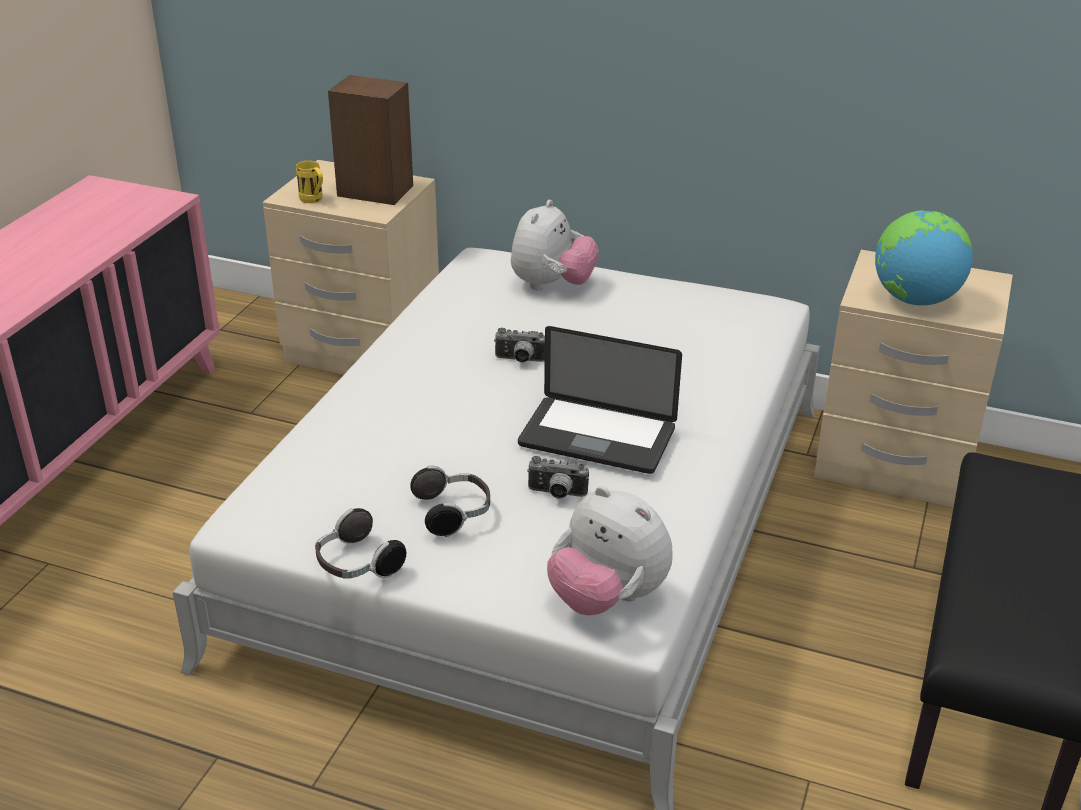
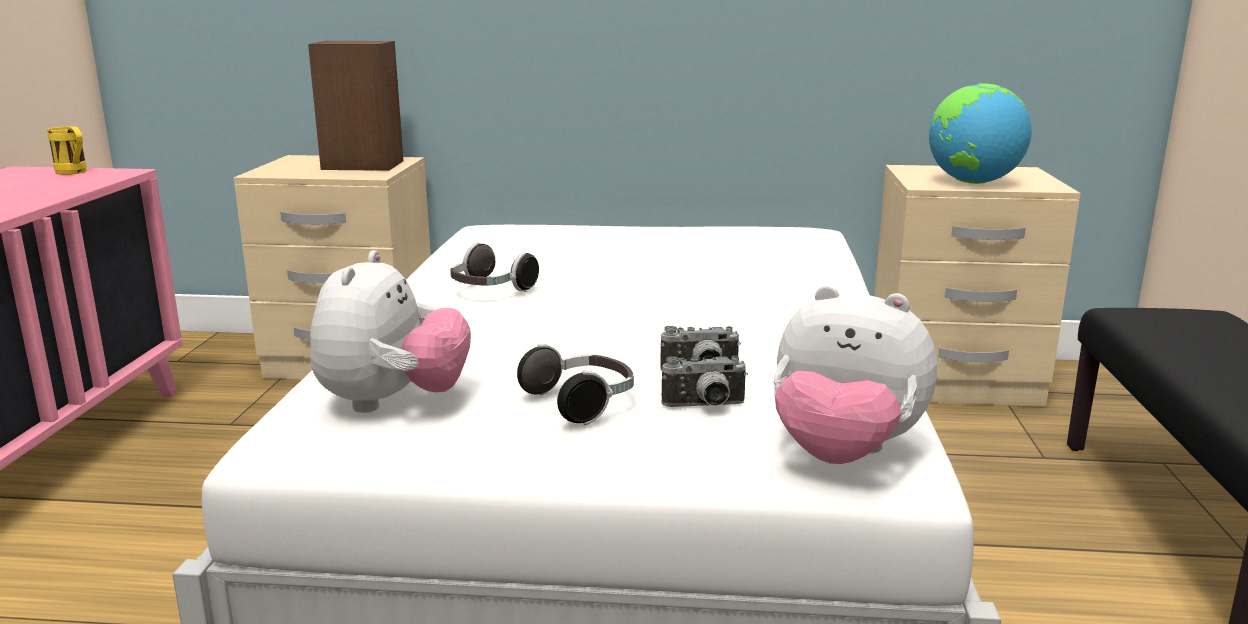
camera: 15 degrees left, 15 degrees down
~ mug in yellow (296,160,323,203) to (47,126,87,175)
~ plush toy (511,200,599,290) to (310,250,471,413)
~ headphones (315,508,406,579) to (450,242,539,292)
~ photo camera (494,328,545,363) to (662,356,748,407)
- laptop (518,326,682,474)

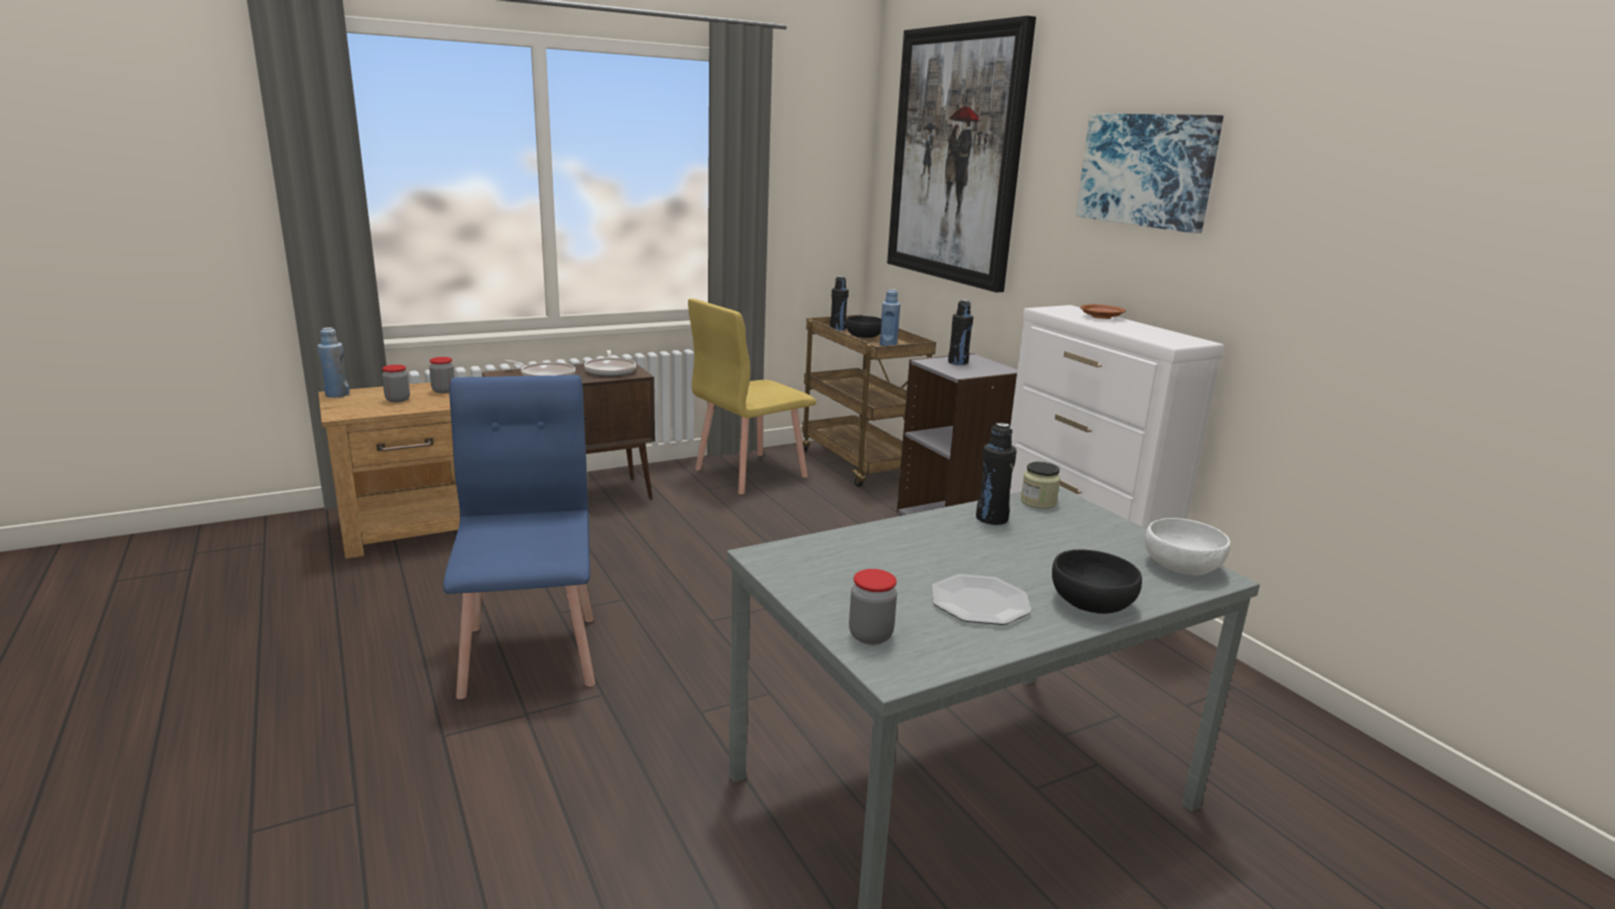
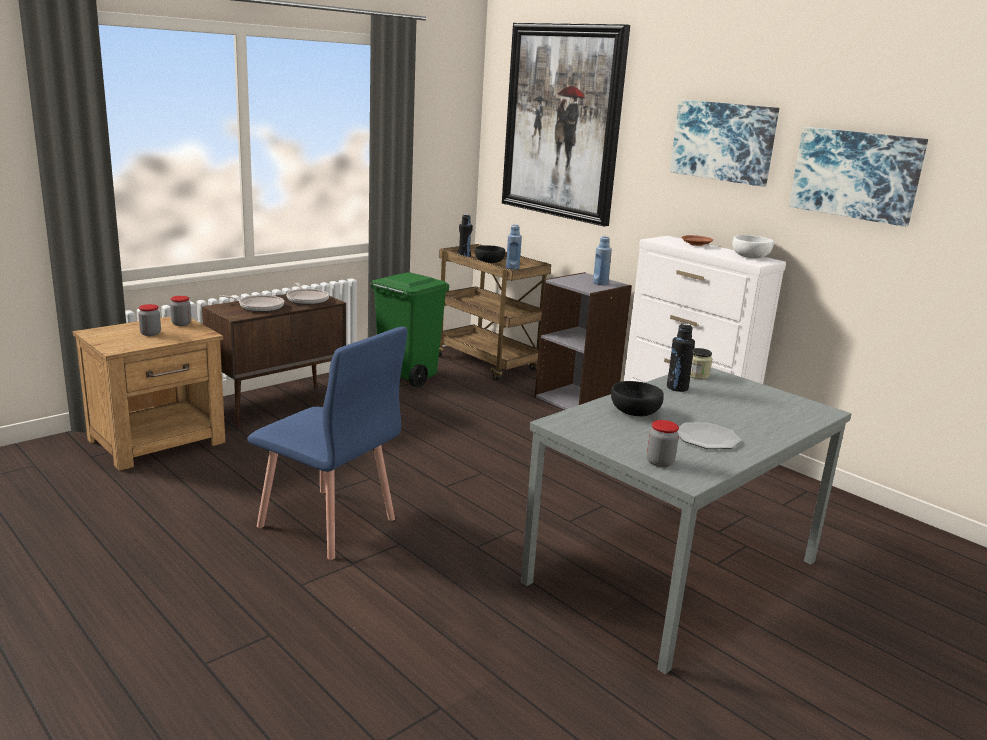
camera: 15 degrees left, 0 degrees up
~ chair in blue (443,375,595,699) = (247,327,408,560) 150 degrees clockwise
~ chair in yellow (688,298,816,494) to trash can in green (370,272,449,388)
~ bottle in blue (318,327,350,398) to (593,236,612,285)
~ bowl in black (1052,549,1142,614) to (611,381,664,416)
~ bowl in white (1145,518,1230,575) to (732,235,774,258)
+ picture (789,127,928,227)
- bottle in black (948,300,973,365)

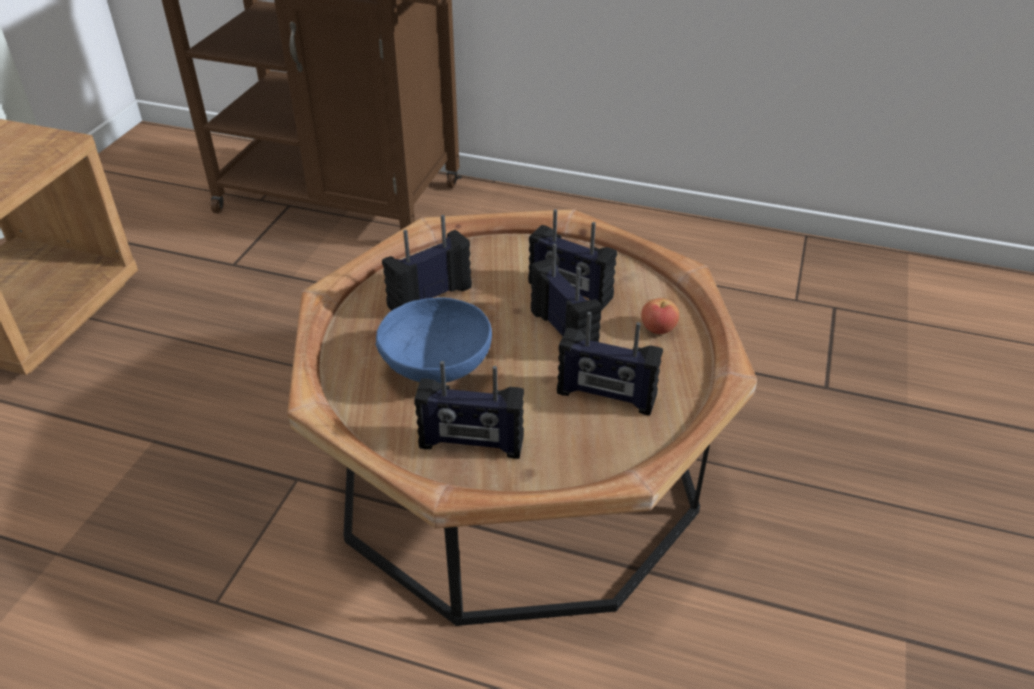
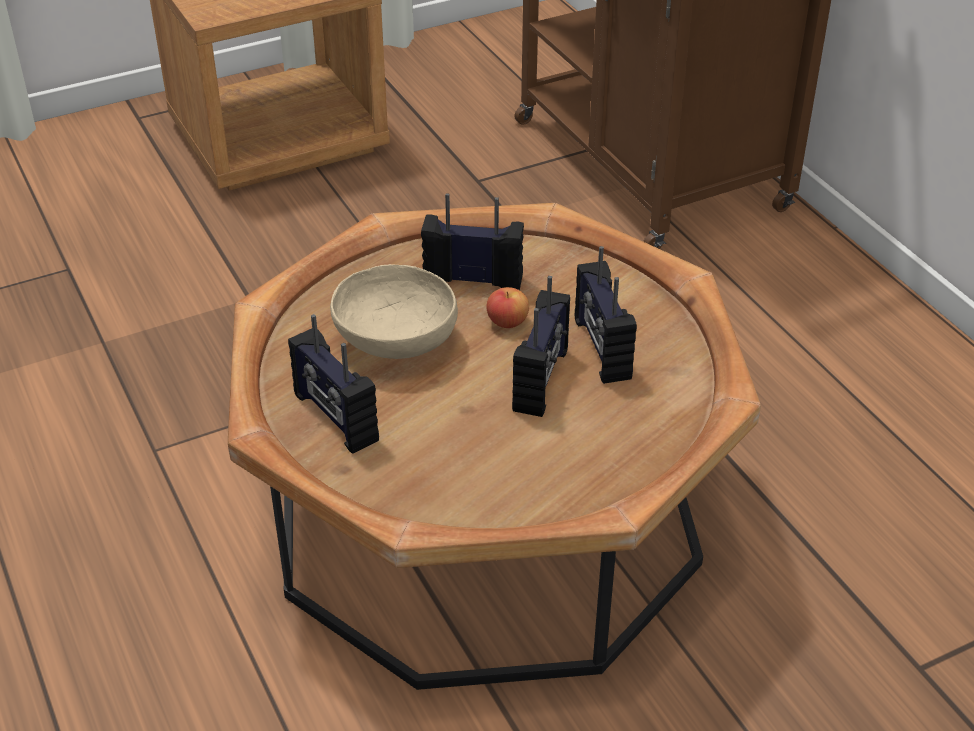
camera: 45 degrees right, 0 degrees up
~ bowl in blue (376,298,492,383) to bowl in beige (330,264,458,359)
~ apple (641,298,679,334) to (487,287,529,328)
- radio (557,312,663,415)

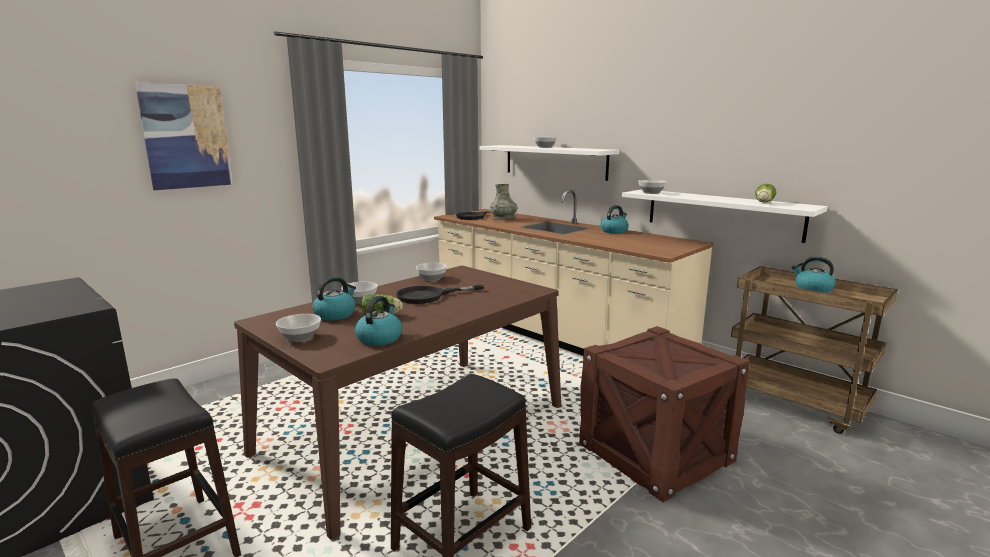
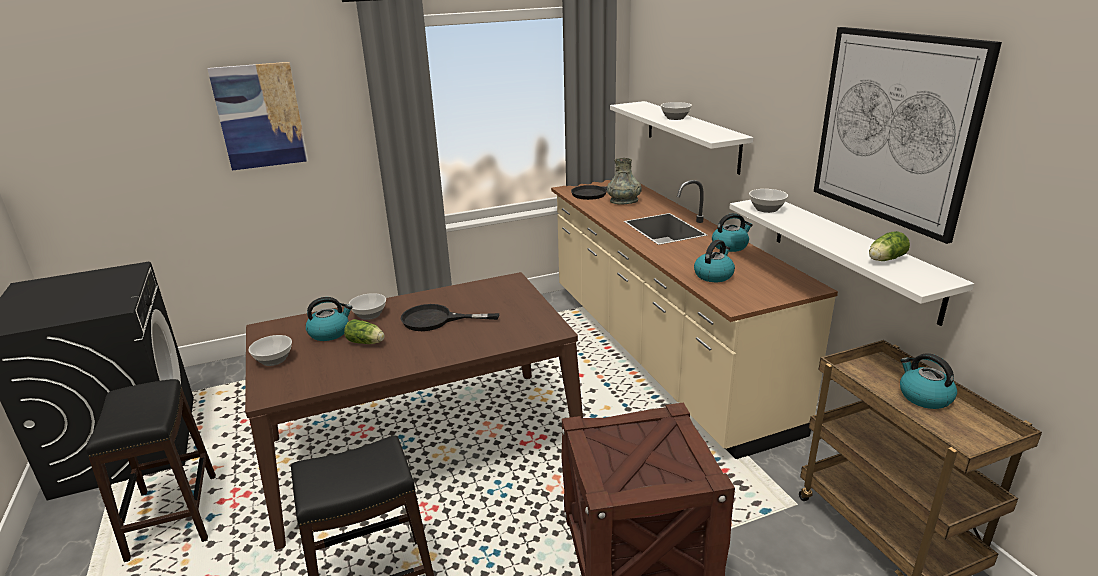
camera: 25 degrees right, 10 degrees up
~ kettle (355,296,402,346) to (694,240,735,282)
+ picture (814,27,1002,244)
- bowl (416,263,447,281)

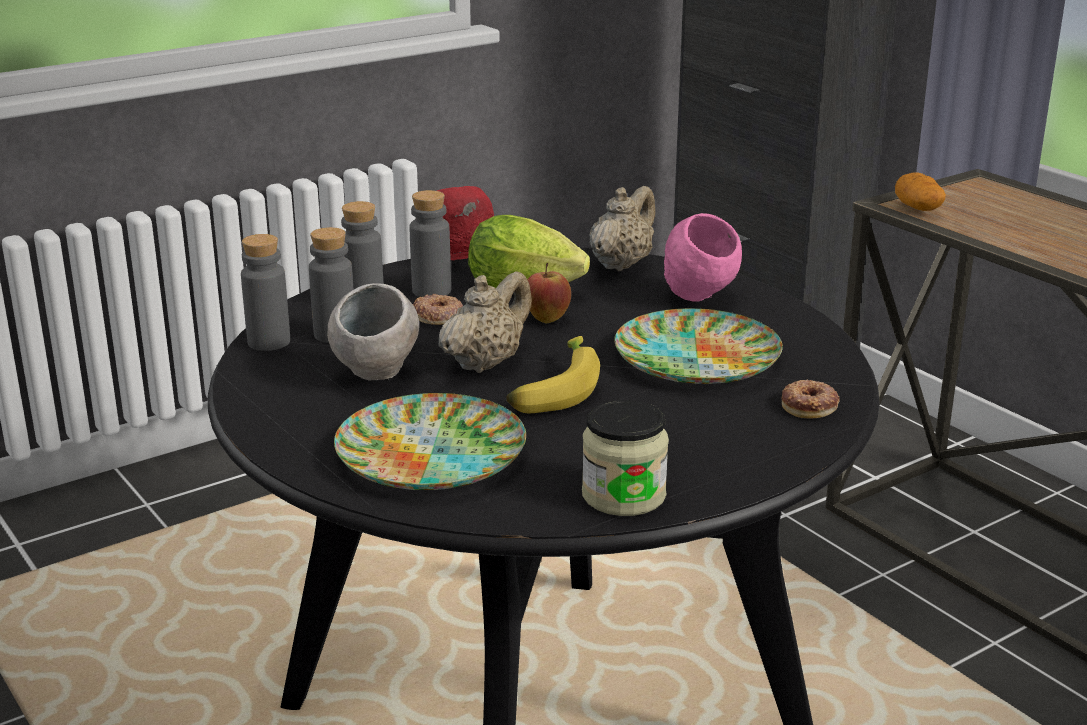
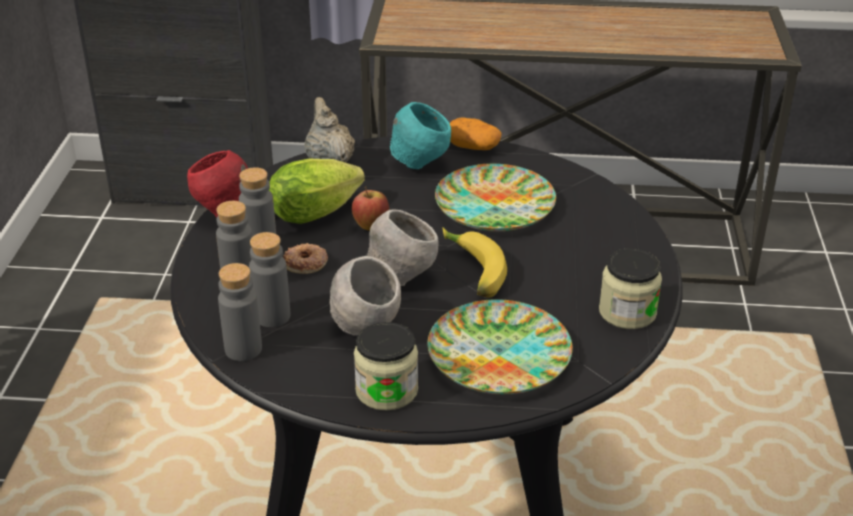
camera: 50 degrees left, 10 degrees up
+ jar (354,322,418,411)
~ teapot in beige (439,271,532,373) to bowl in grey (367,209,439,286)
~ bowl in pink (664,213,742,302) to bowl in turquoise (390,102,451,169)
~ potato (895,172,946,211) to (450,118,502,150)
- donut (782,380,840,418)

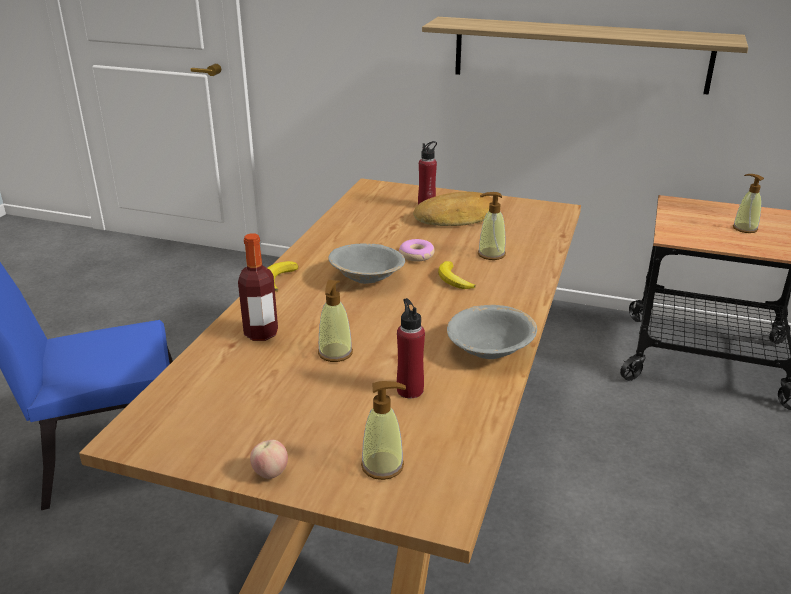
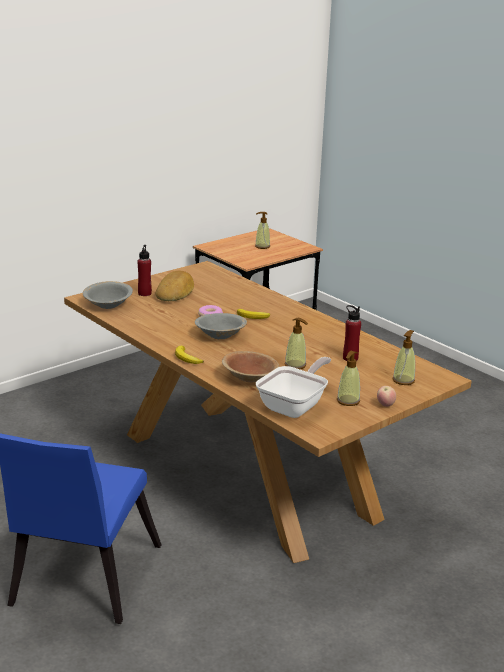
camera: 60 degrees left, 5 degrees down
~ bowl in grey (447,305,537,359) to (83,281,133,309)
~ bottle (238,233,278,341) to bowl in brown (222,351,279,382)
+ frying pan (256,357,331,418)
~ soap dispenser (478,192,506,260) to (337,351,360,406)
- shelf (422,17,748,95)

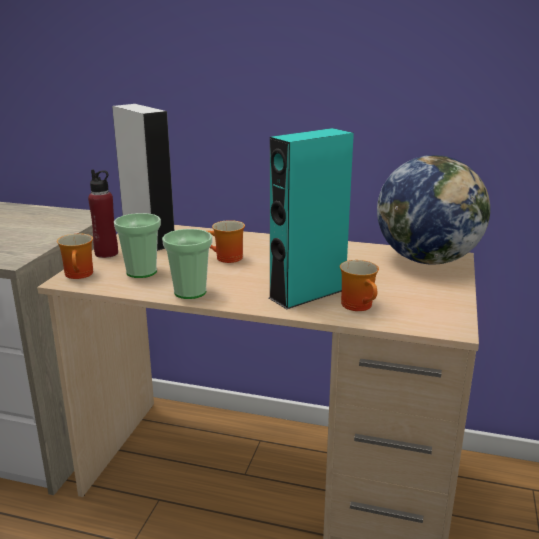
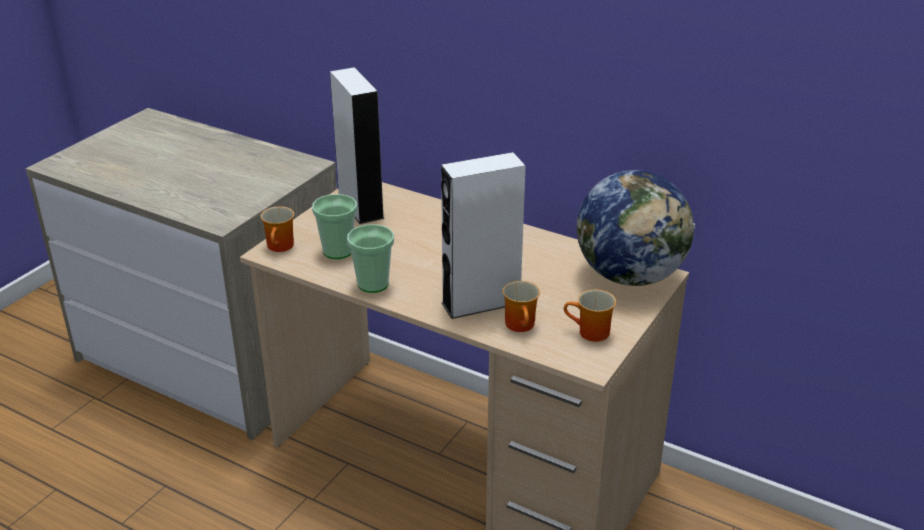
camera: 15 degrees right, 10 degrees up
~ speaker in turquoise (269,128,354,309) to speaker in white (441,152,526,319)
~ mug (207,220,245,263) to (564,289,616,342)
- bottle in red (88,169,118,258)

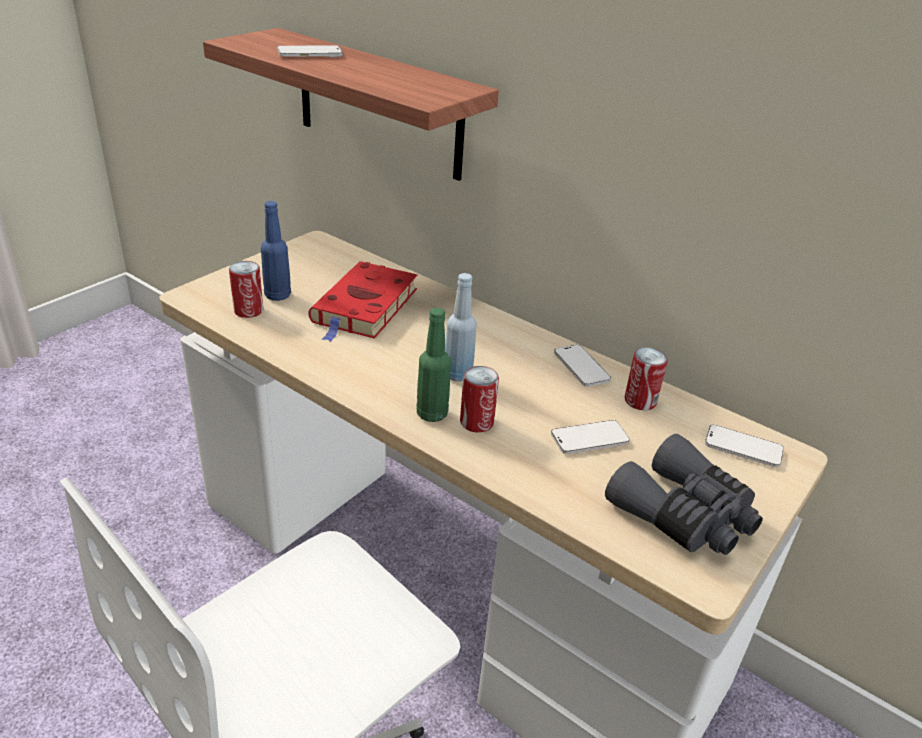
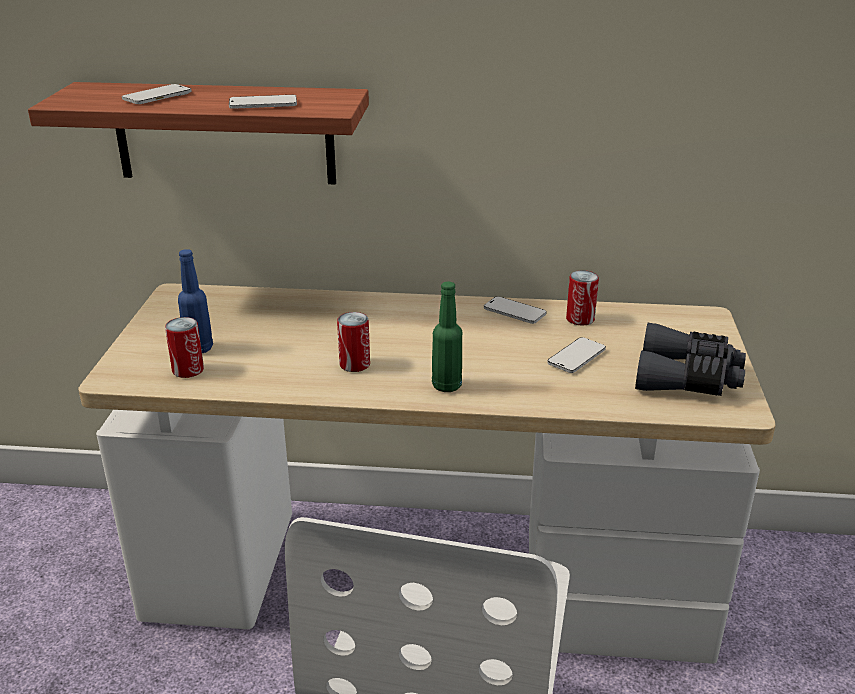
camera: 30 degrees left, 5 degrees down
~ phone (705,425,784,468) to (229,95,297,109)
~ can (460,366,499,433) to (337,312,370,372)
- book in red (309,261,417,342)
- bottle in blue (445,273,477,382)

